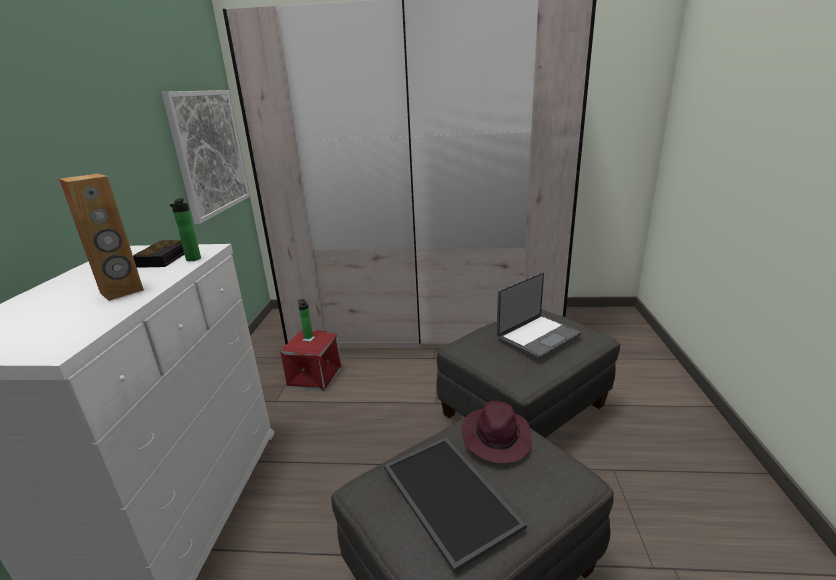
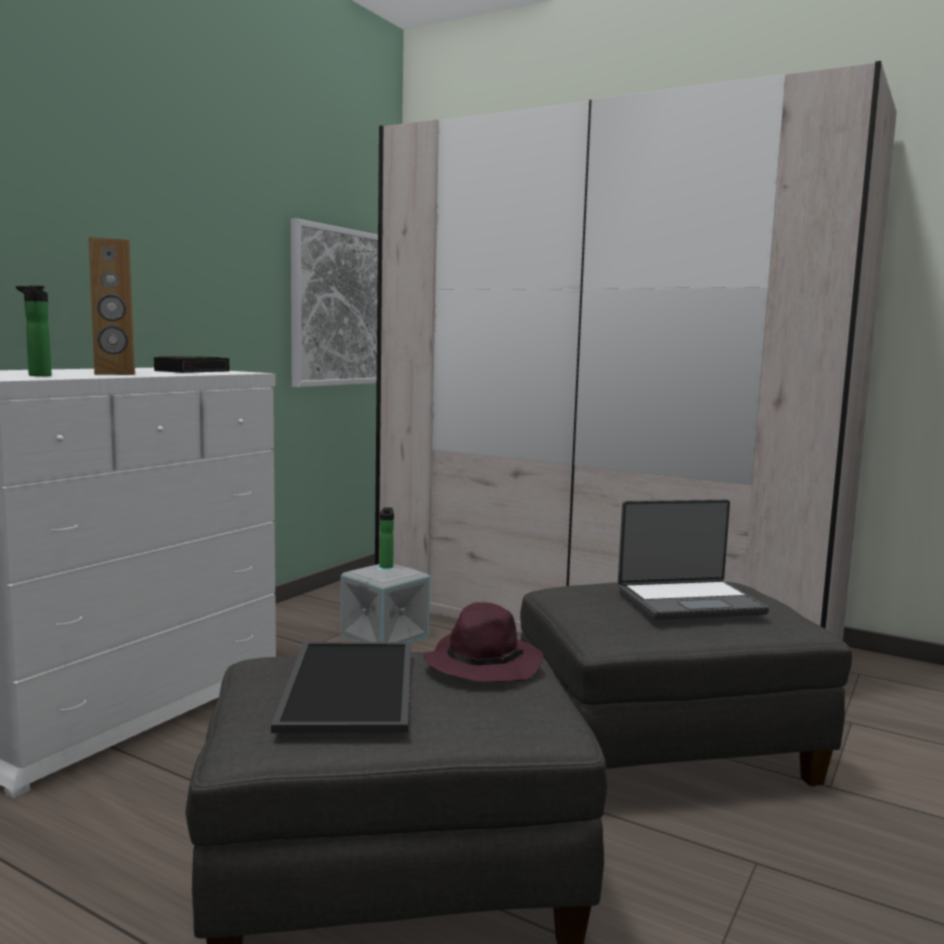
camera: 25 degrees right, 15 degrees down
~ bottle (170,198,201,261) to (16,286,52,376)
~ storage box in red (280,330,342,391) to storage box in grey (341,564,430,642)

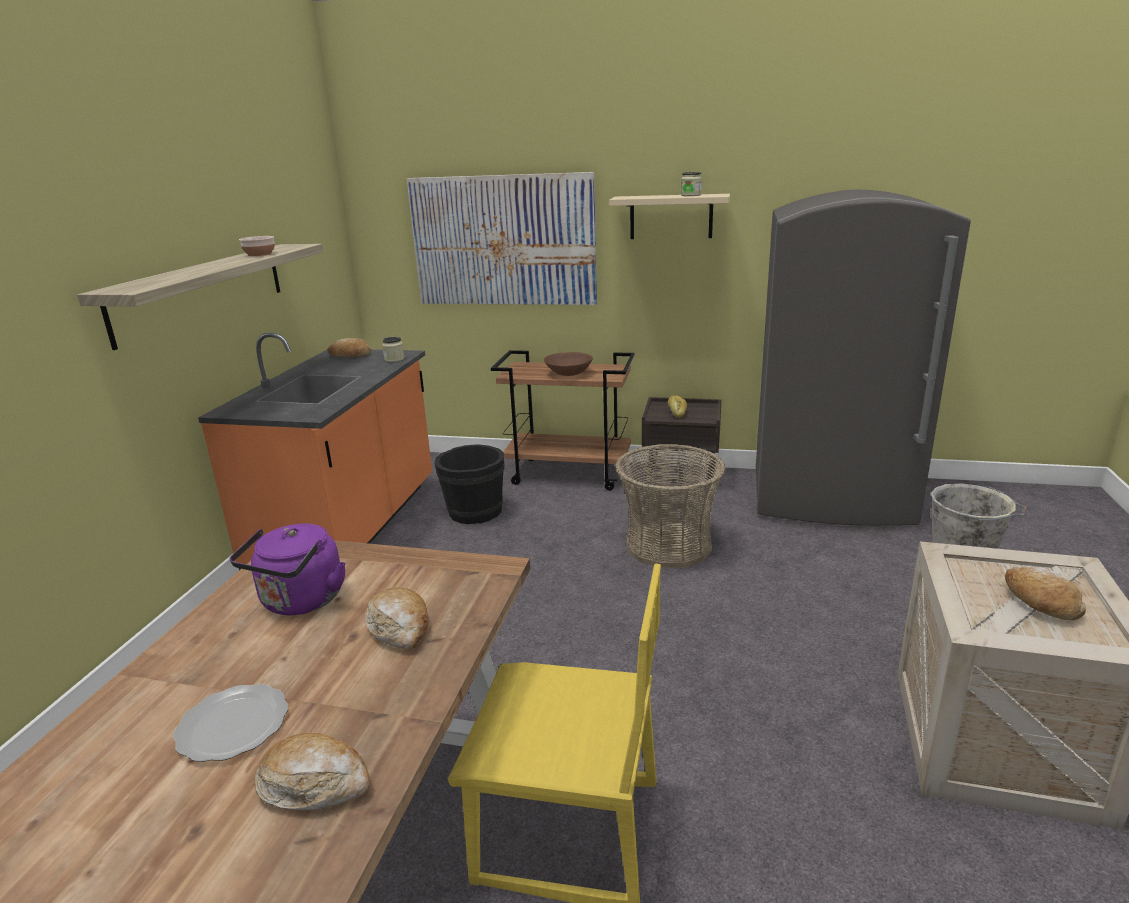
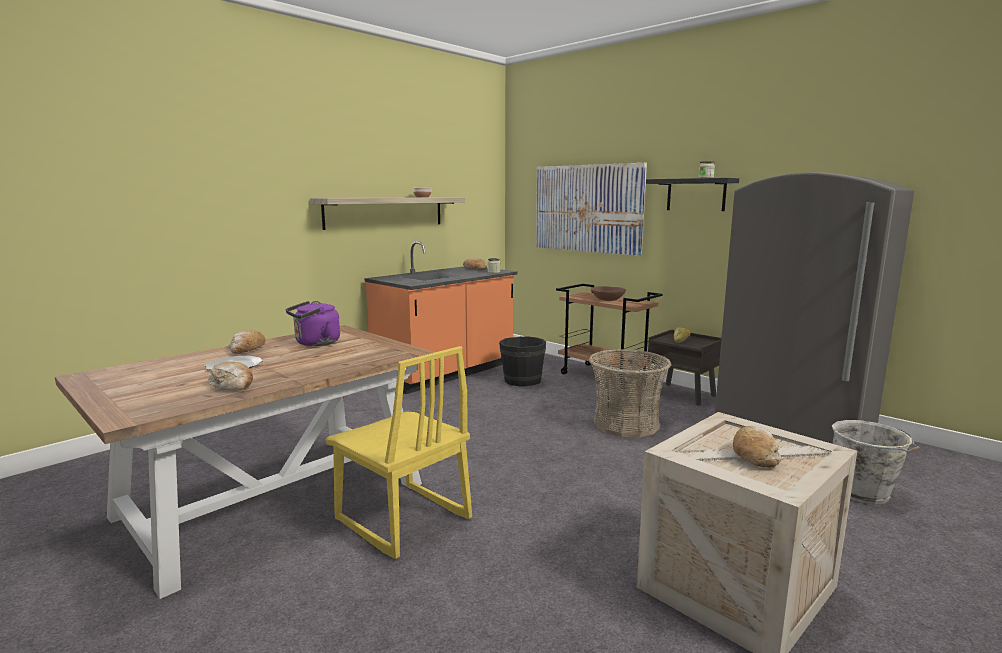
camera: 30 degrees right, 10 degrees down
~ bread (365,587,429,650) to (229,330,265,353)
~ shelf in beige (609,194,730,239) to shelf in black (646,178,739,211)

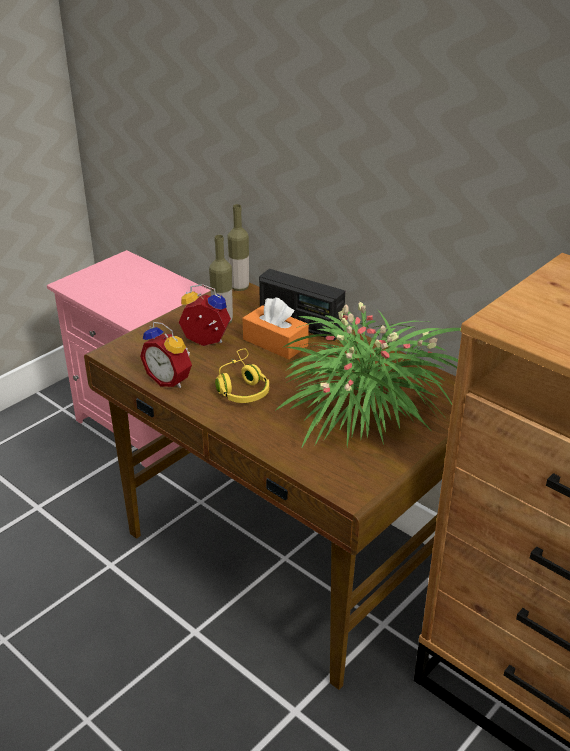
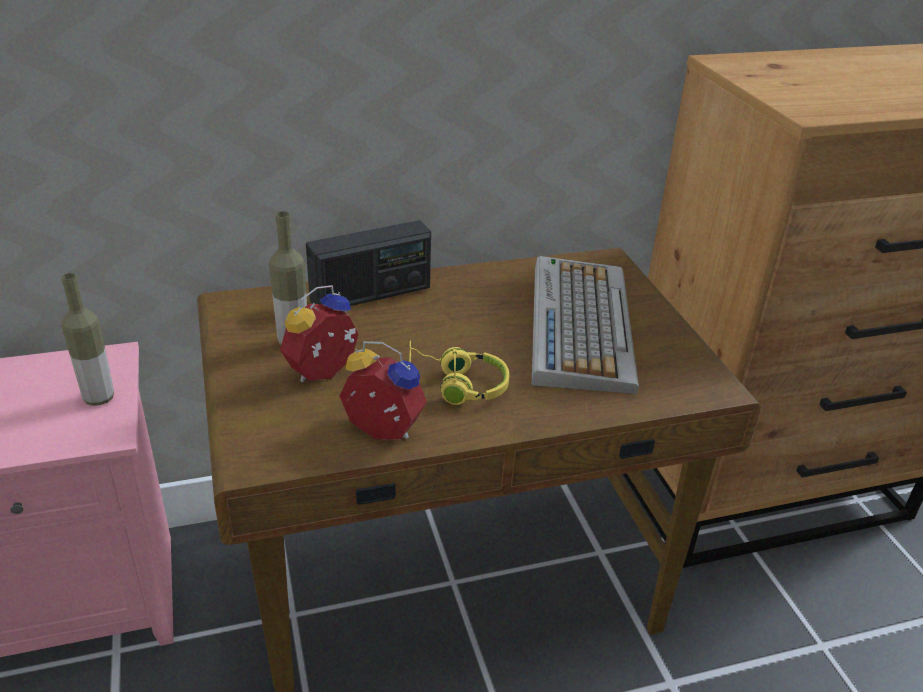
camera: 60 degrees left, 0 degrees up
~ bottle (227,204,249,291) to (61,273,114,406)
~ alarm clock (140,322,192,388) = (339,341,427,440) 135 degrees counterclockwise
~ potted plant (275,302,461,449) to keyboard (532,256,639,394)
- tissue box in orange (243,297,309,359)

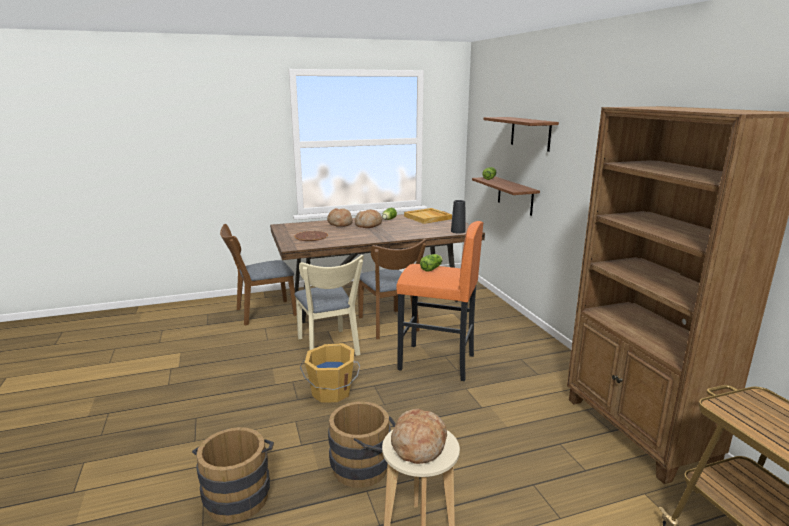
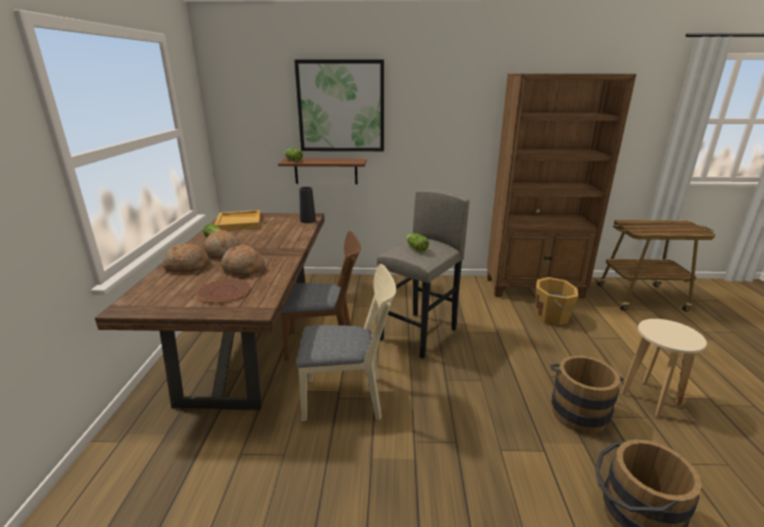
camera: 70 degrees left, 5 degrees up
~ bread (391,408,447,464) to (221,245,265,275)
~ shelf (483,117,559,152) to picture (294,59,384,151)
~ stool in orange (396,221,483,381) to stool in grey (377,189,469,359)
~ bucket in orange (300,343,360,403) to (535,277,579,326)
- chair in brown (220,224,297,325)

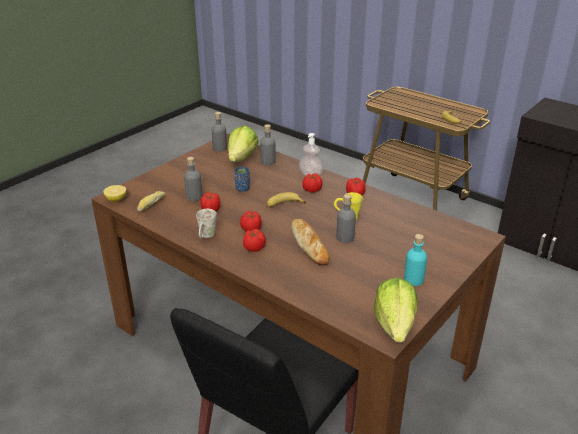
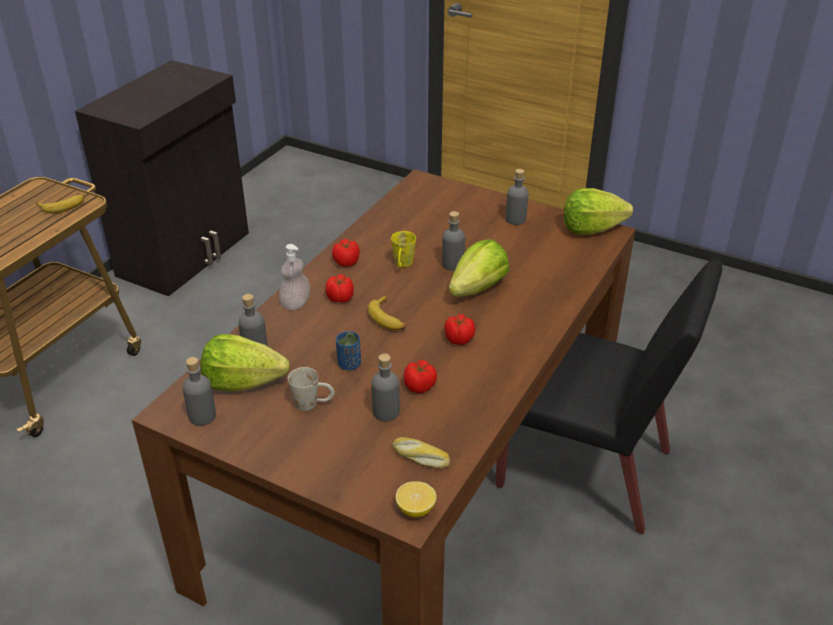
camera: 100 degrees left, 5 degrees up
~ mug in white (196,209,217,238) to (288,367,335,411)
~ bread (291,219,330,266) to lettuce (449,240,509,297)
~ bottle in turquoise (404,234,427,286) to bottle in grey (505,169,529,225)
- tomato (243,229,266,252)

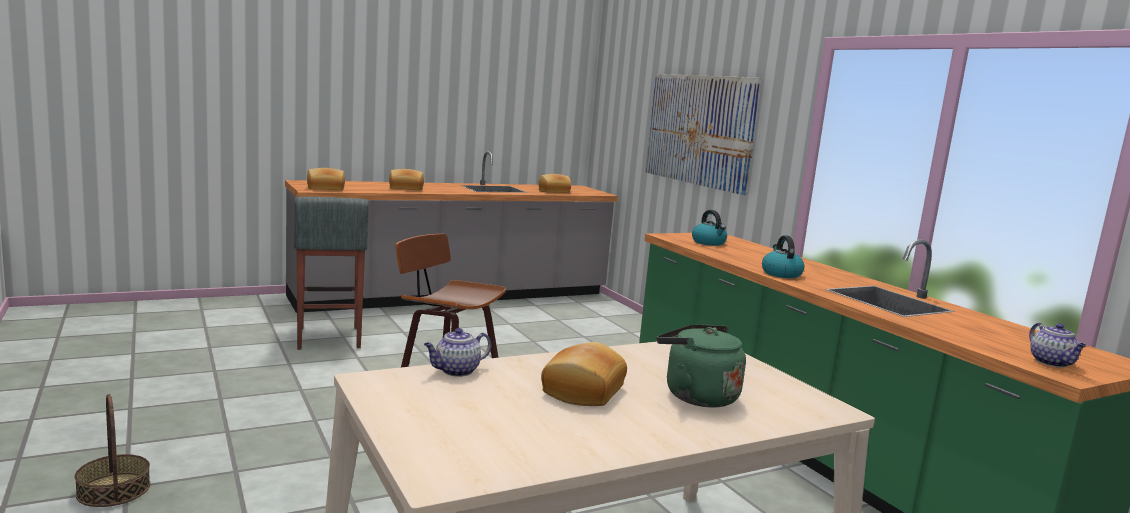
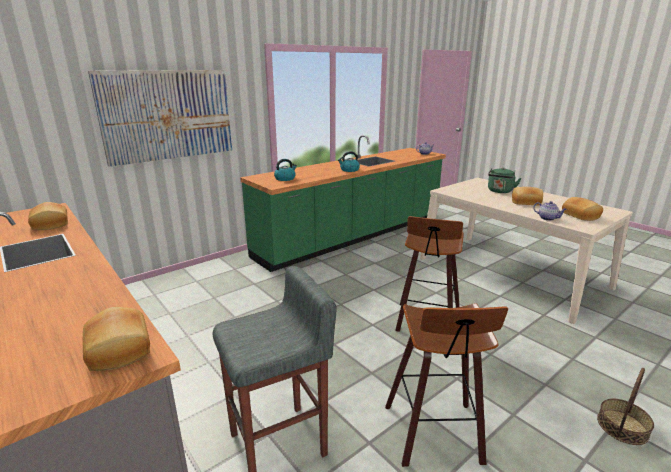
camera: 100 degrees left, 10 degrees up
+ stool (385,303,508,467)
~ bread (389,169,424,190) to (562,197,603,221)

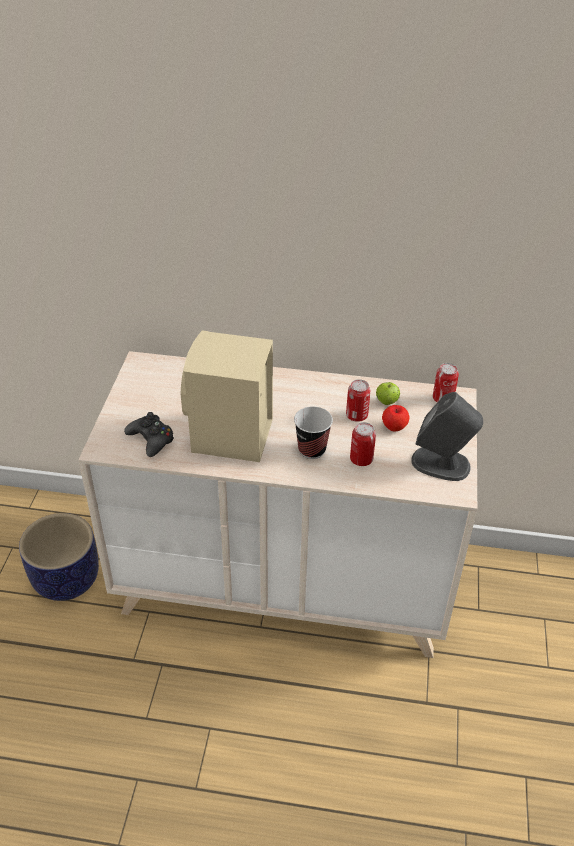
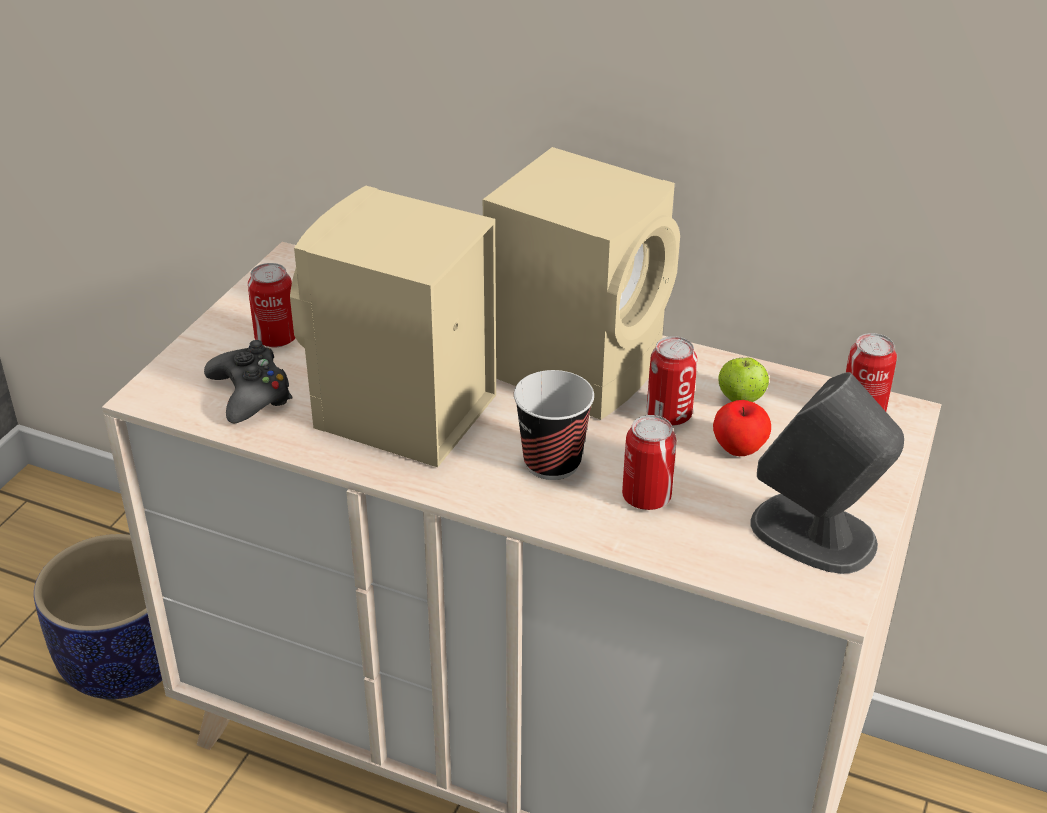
camera: 15 degrees right, 5 degrees down
+ can (248,263,295,347)
+ speaker in beige (483,147,680,420)

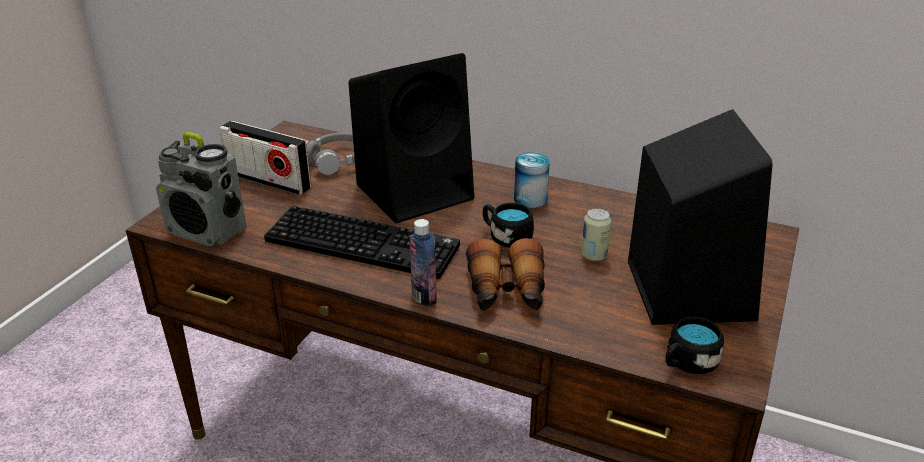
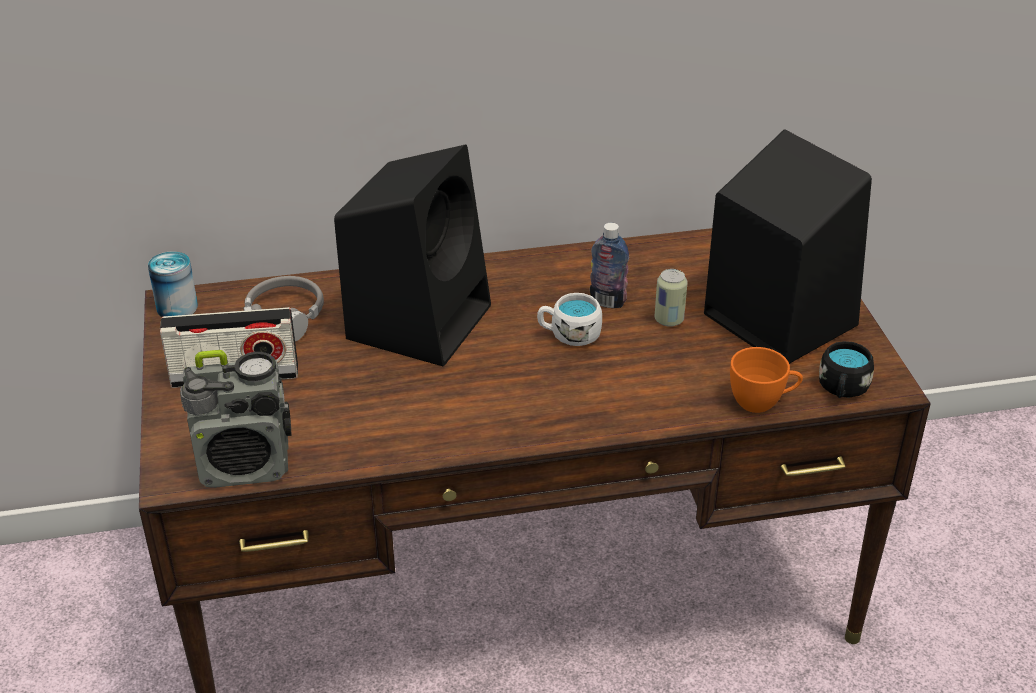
camera: 35 degrees left, 5 degrees up
~ can (514,152,550,208) to (148,251,198,317)
~ mug in black (483,203,534,248) to mug in white (537,293,602,346)
~ bottle (410,219,437,307) to (590,223,629,308)
+ cup in orange (730,347,803,413)
- keyboard (264,206,460,279)
- binoculars (466,238,545,311)

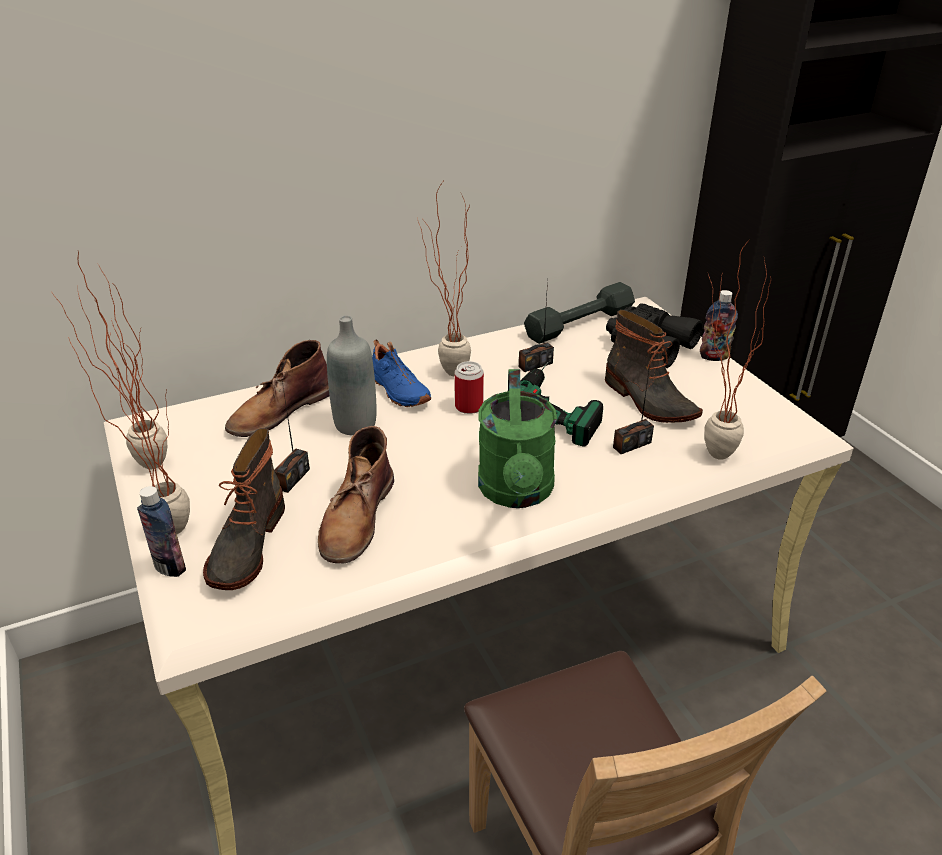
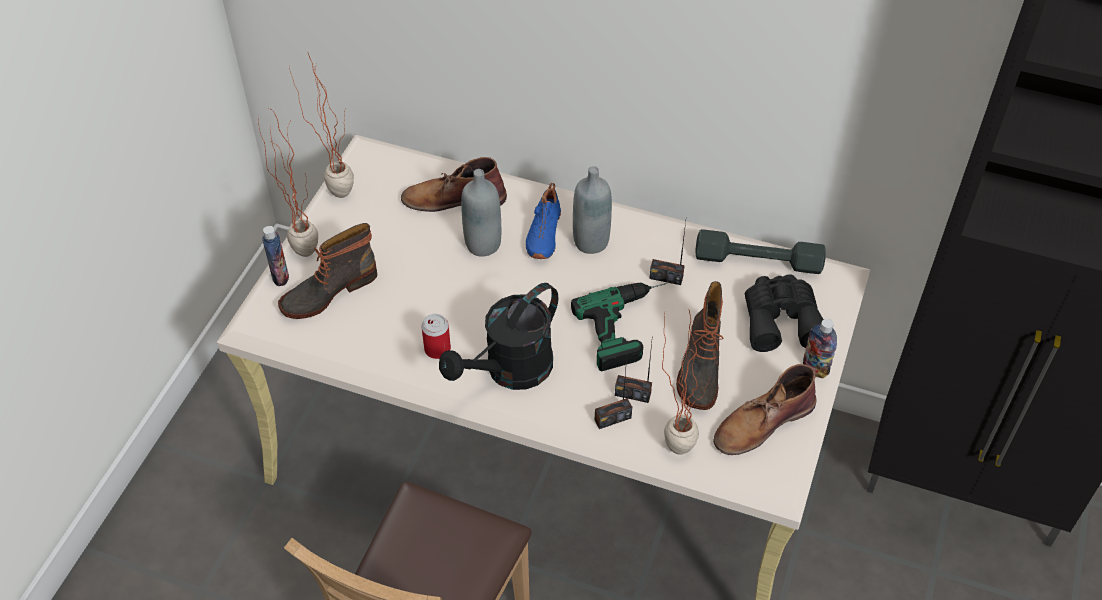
camera: 45 degrees right, 15 degrees up
~ can (455,361,484,414) to (422,314,451,359)
~ watering can in green (478,369,557,508) to watering can in black (439,283,558,390)
~ potted plant (417,182,471,376) to bottle in grey (573,166,612,254)
~ radio (274,381,310,493) to (595,357,632,429)
~ boot in brown (318,426,394,563) to (713,364,817,455)

